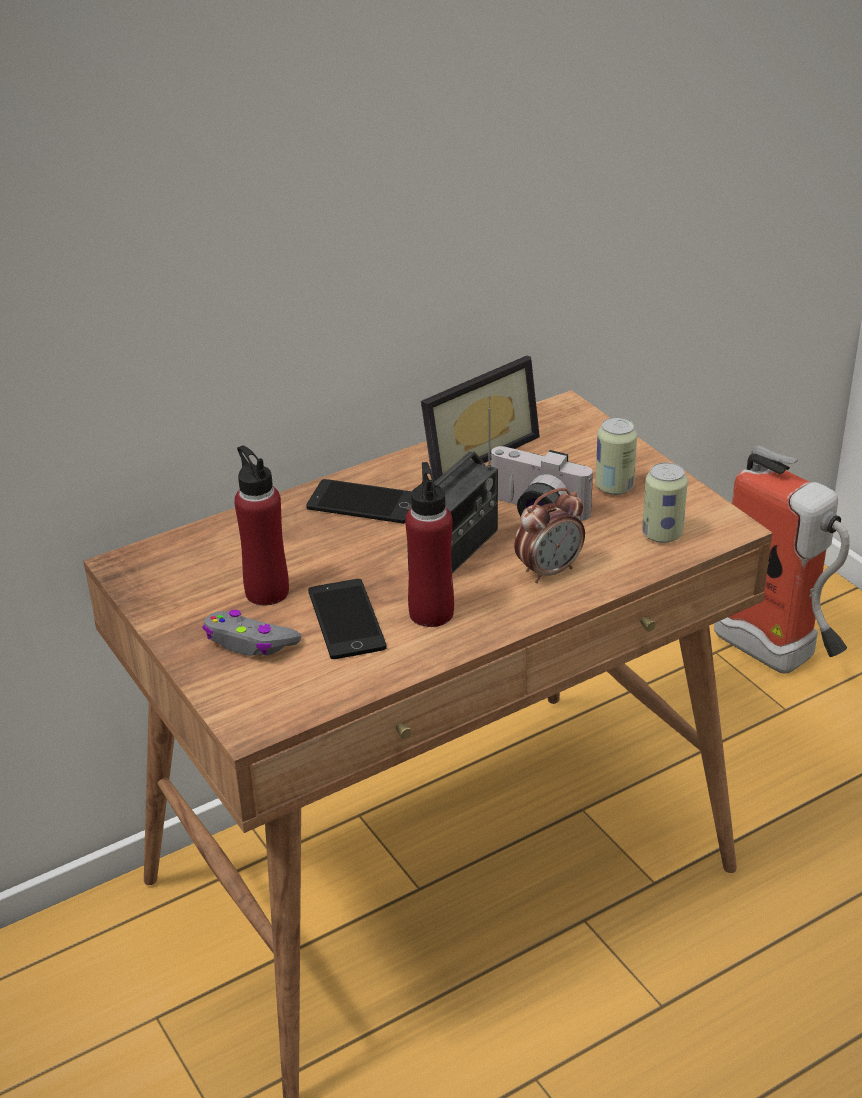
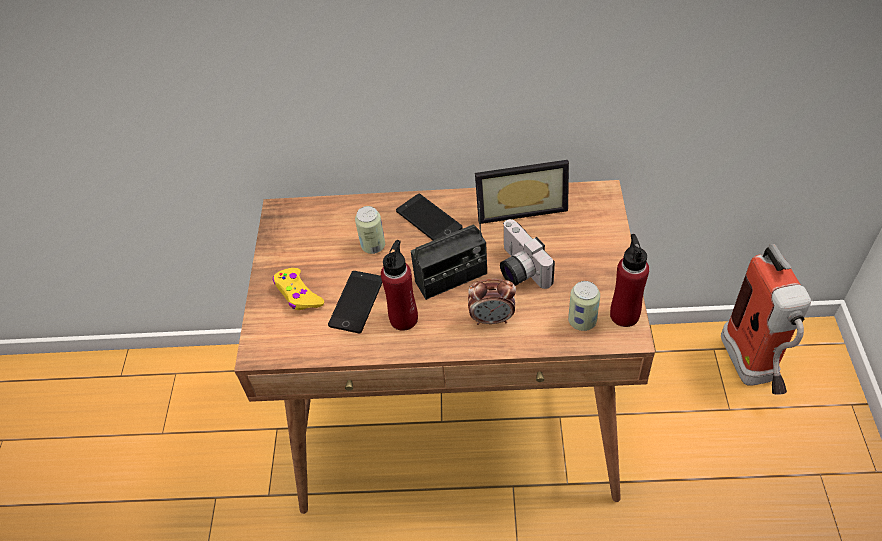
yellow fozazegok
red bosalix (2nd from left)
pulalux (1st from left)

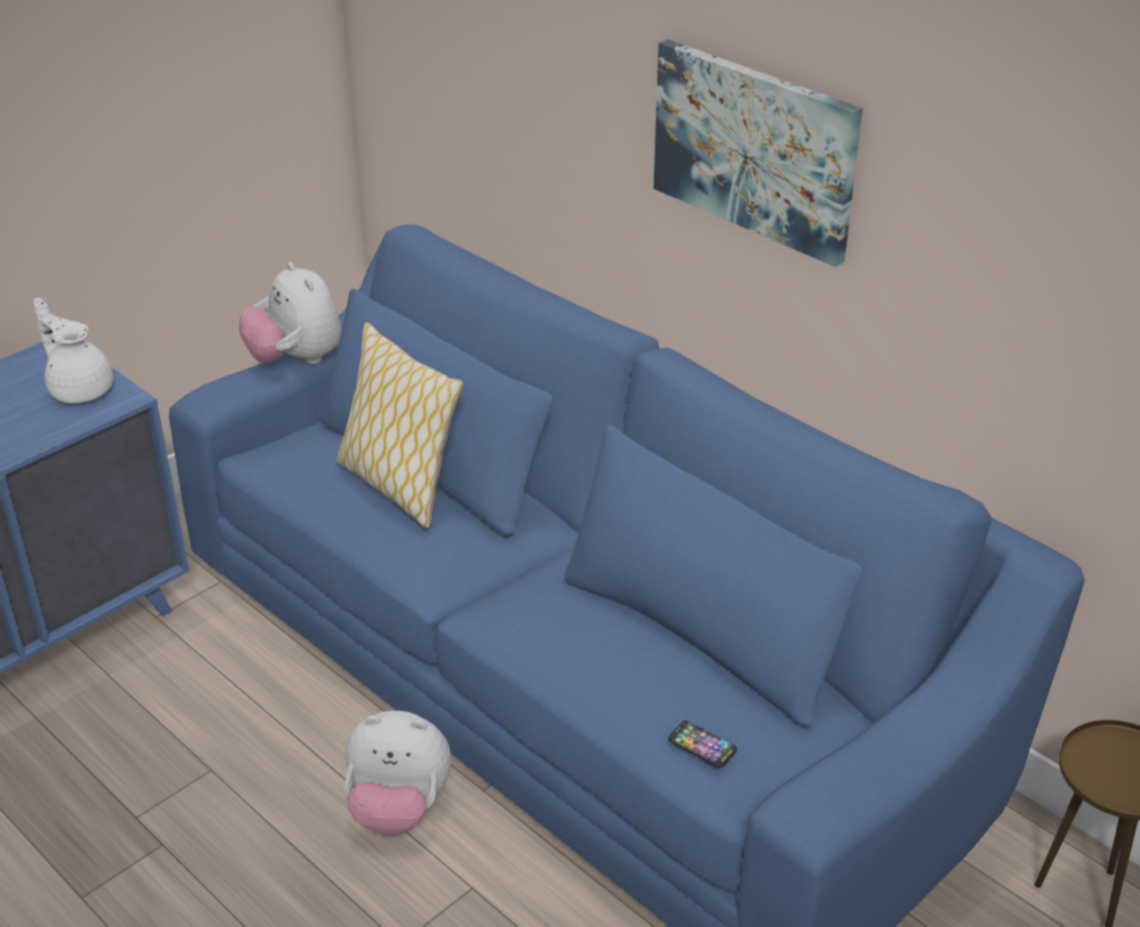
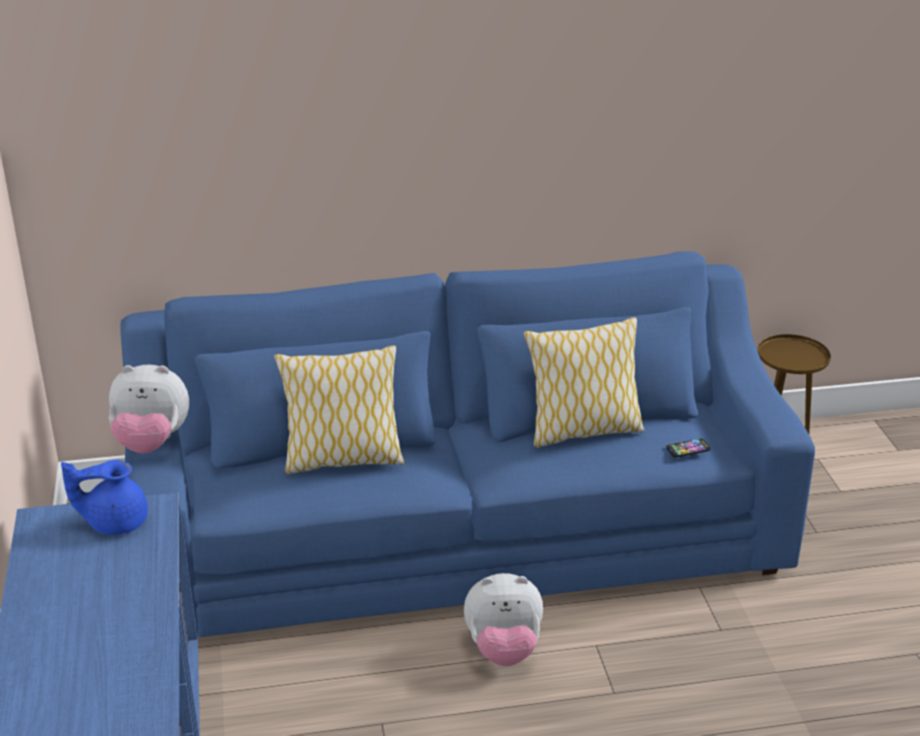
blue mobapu
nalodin (2nd from left)
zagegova
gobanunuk (2nd from left)

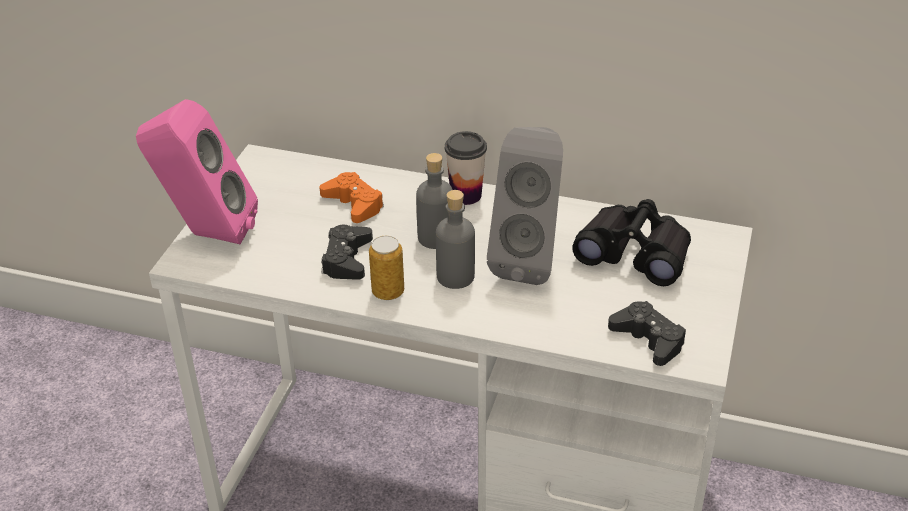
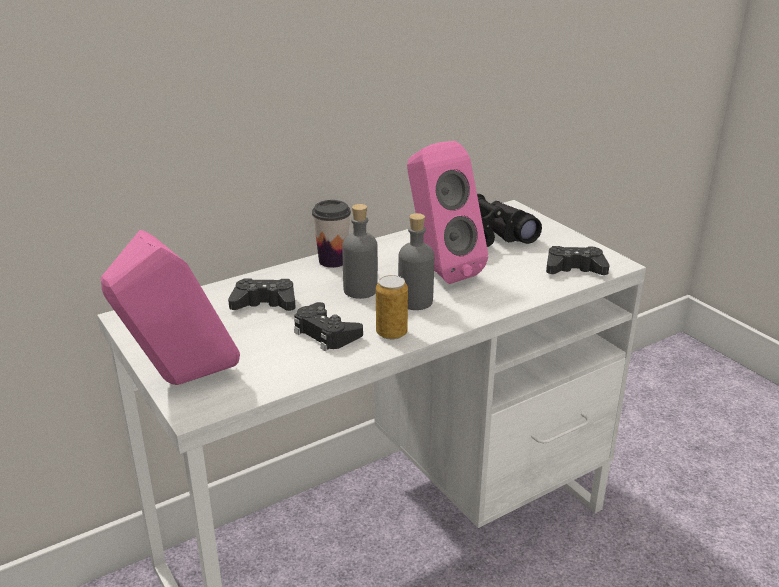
black fozazegok (1st from left)
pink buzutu (2nd from left)

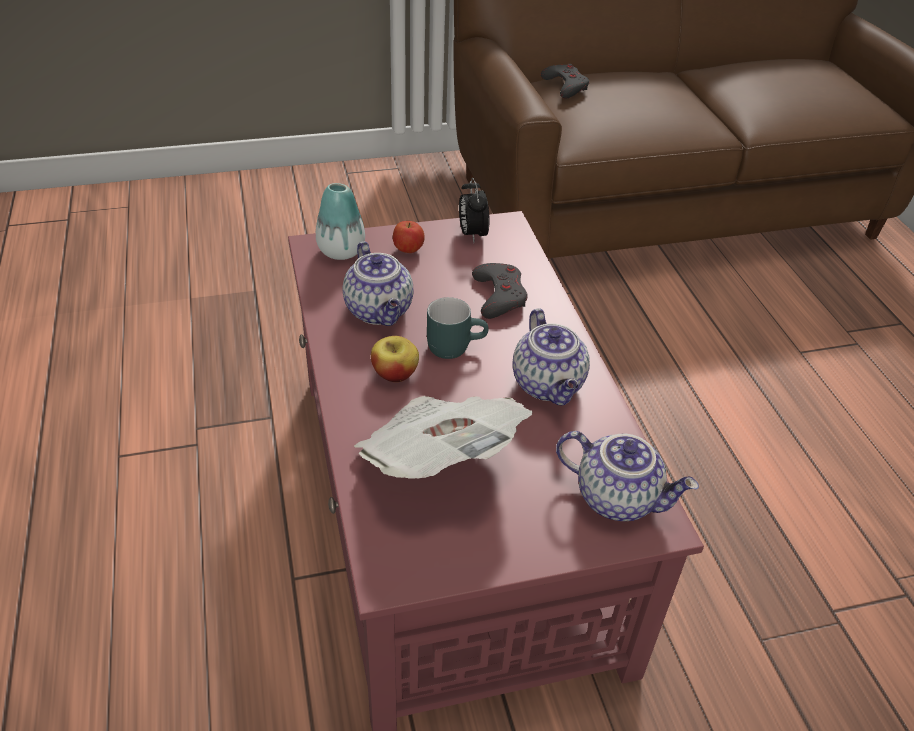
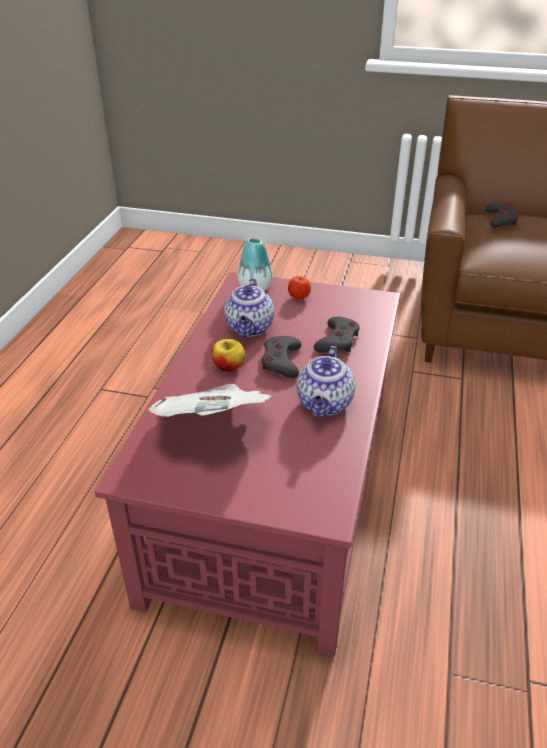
grey fozazegok (1st from left)
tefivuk
mobapu (3rd from left in the first image)

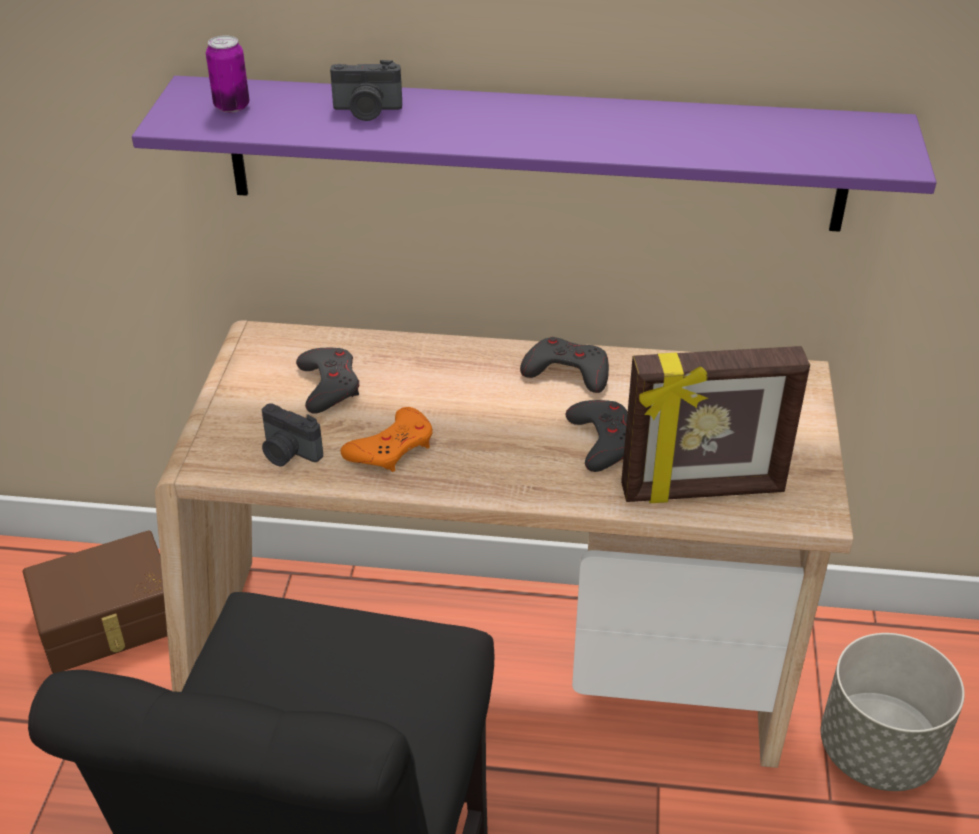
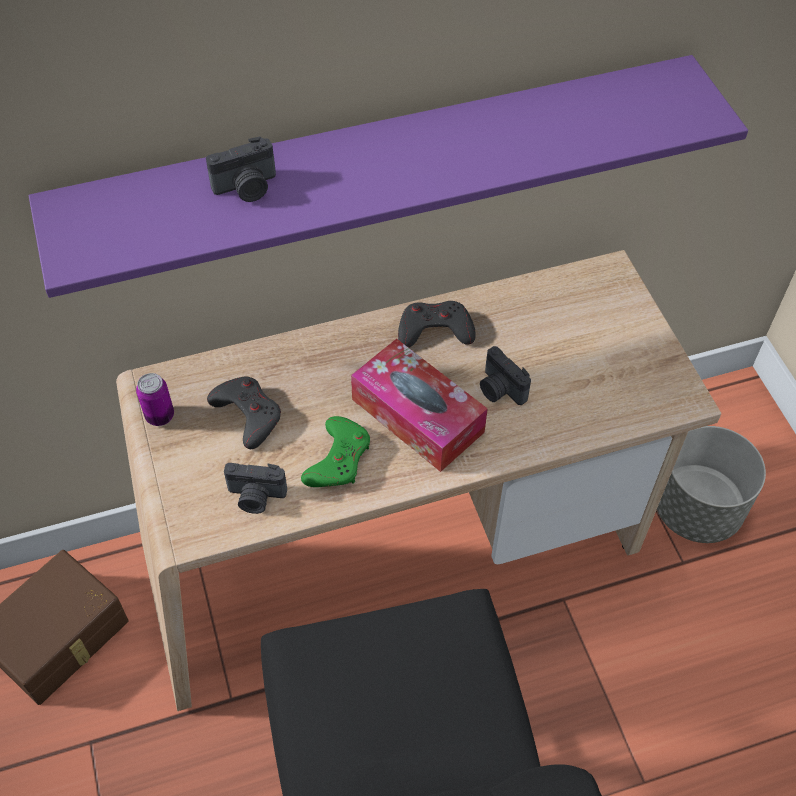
pulalux
green fozazegok
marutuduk (3rd from left)
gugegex
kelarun

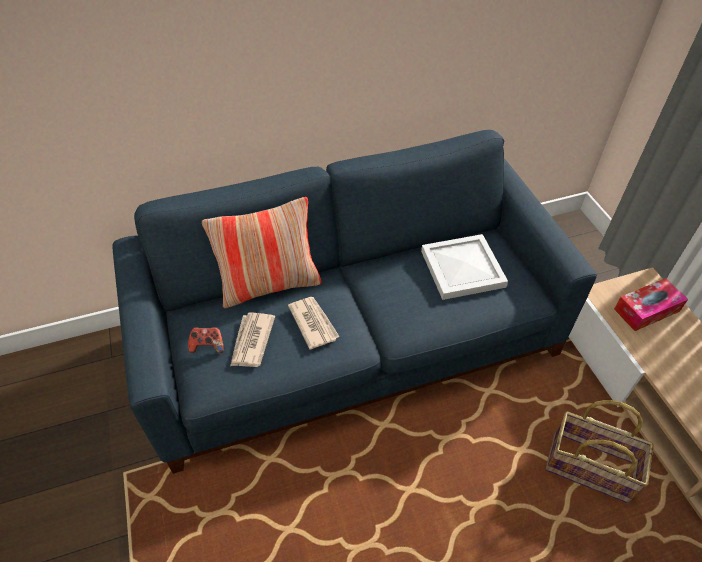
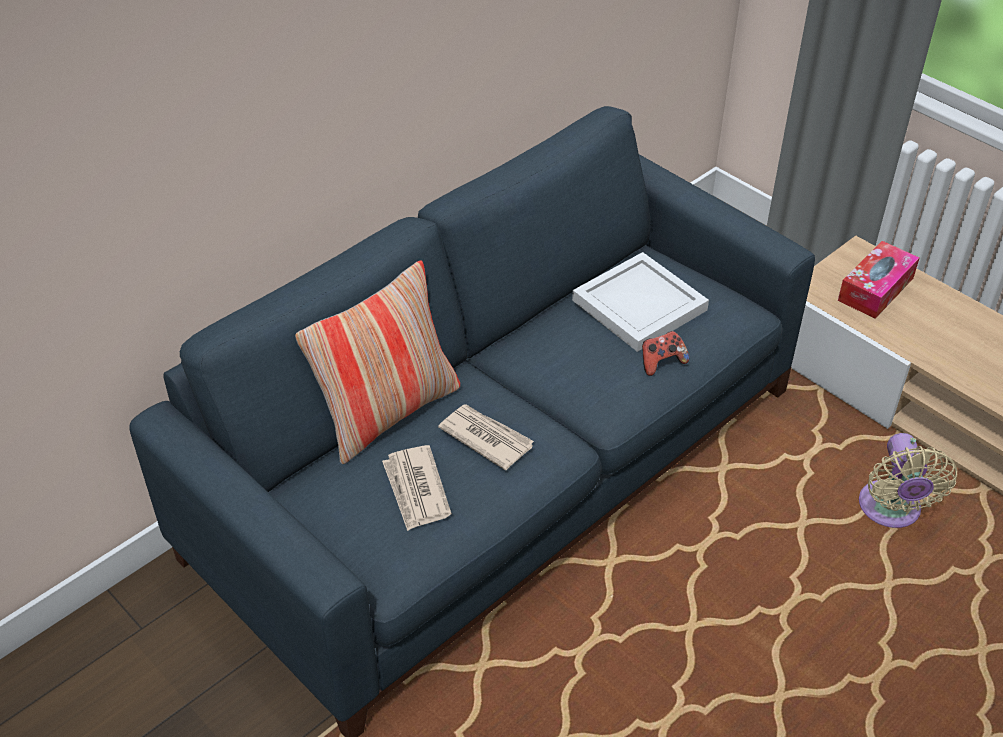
fozazegok
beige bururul

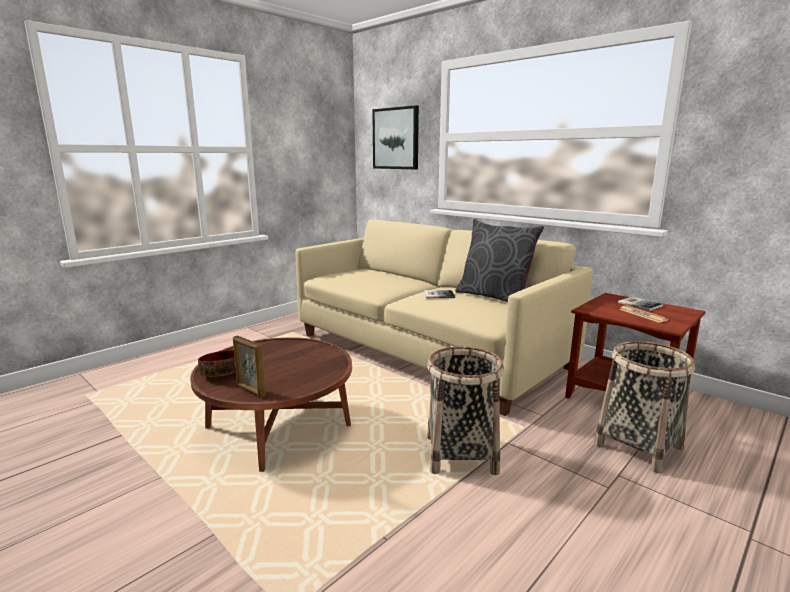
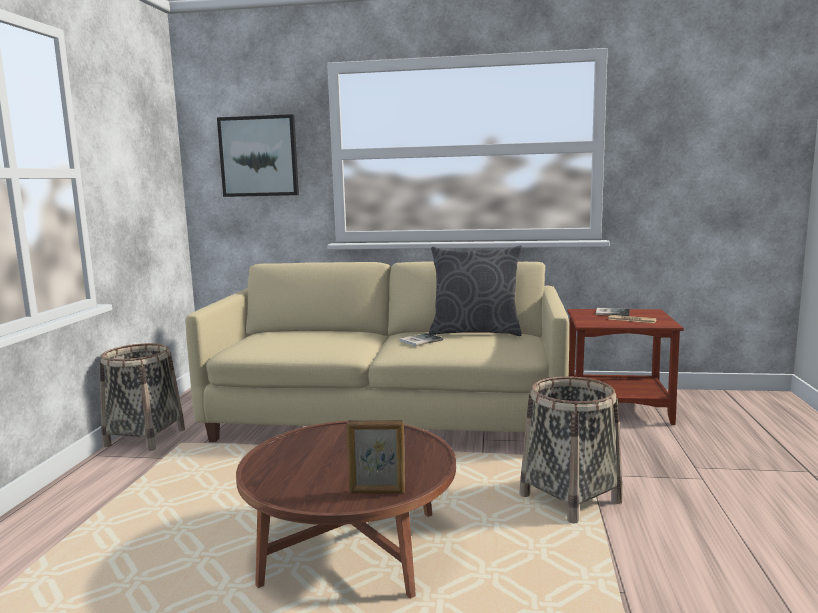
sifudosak
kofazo (1st from left)

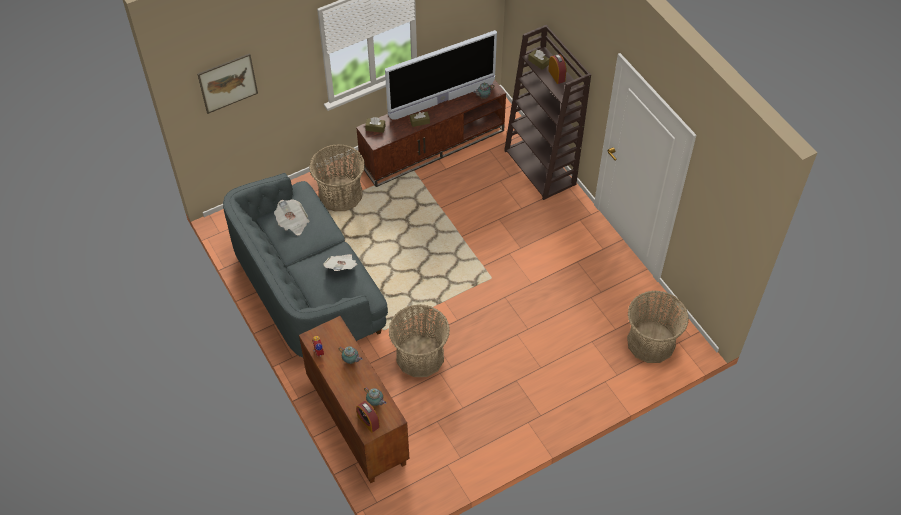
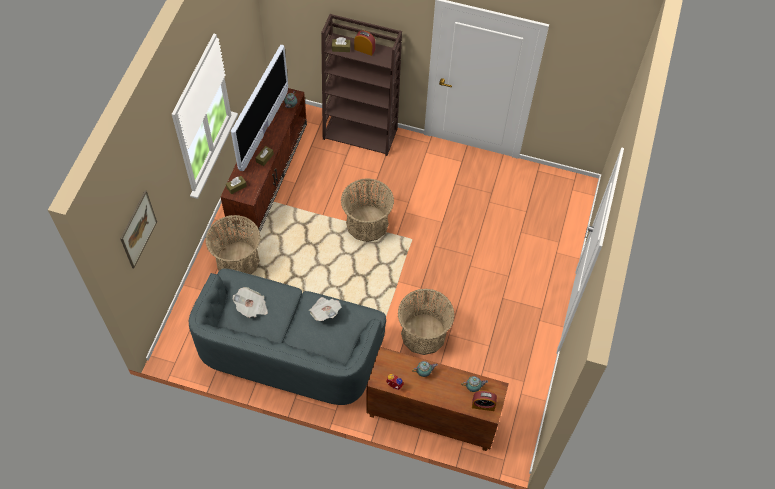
kofazo (2nd from left)

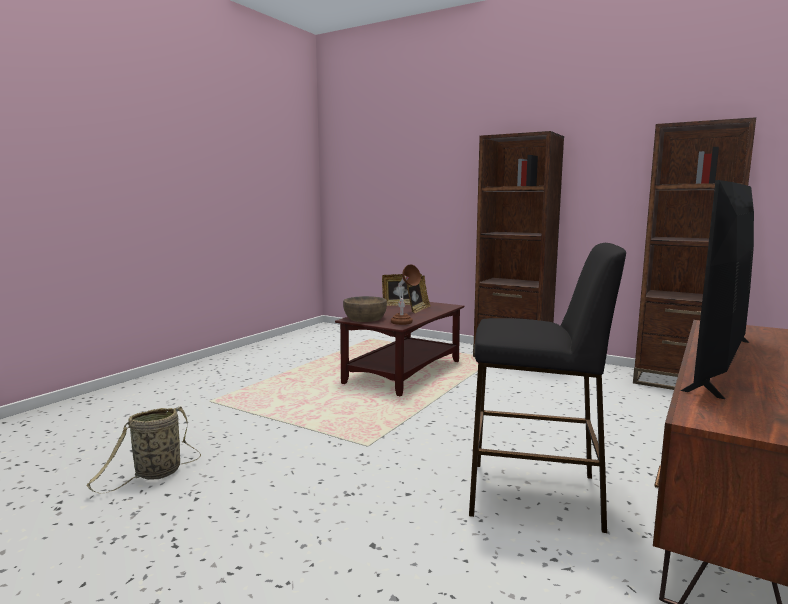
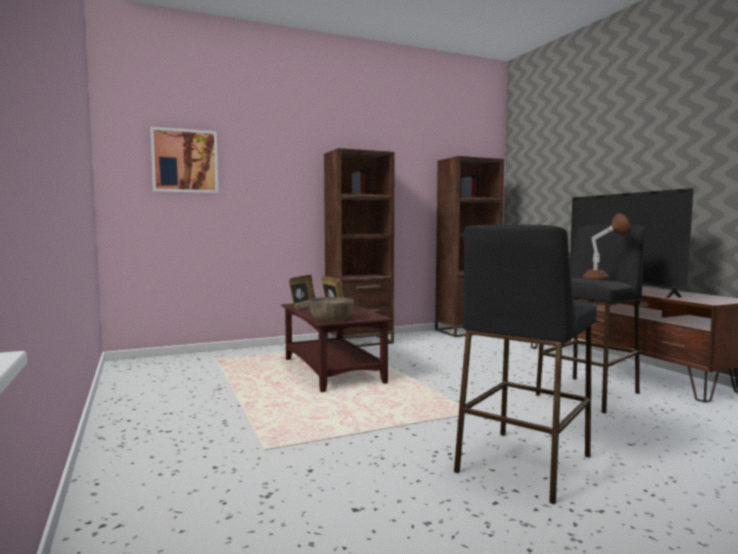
kofazo
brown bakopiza
zagegova
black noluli (1st from left)

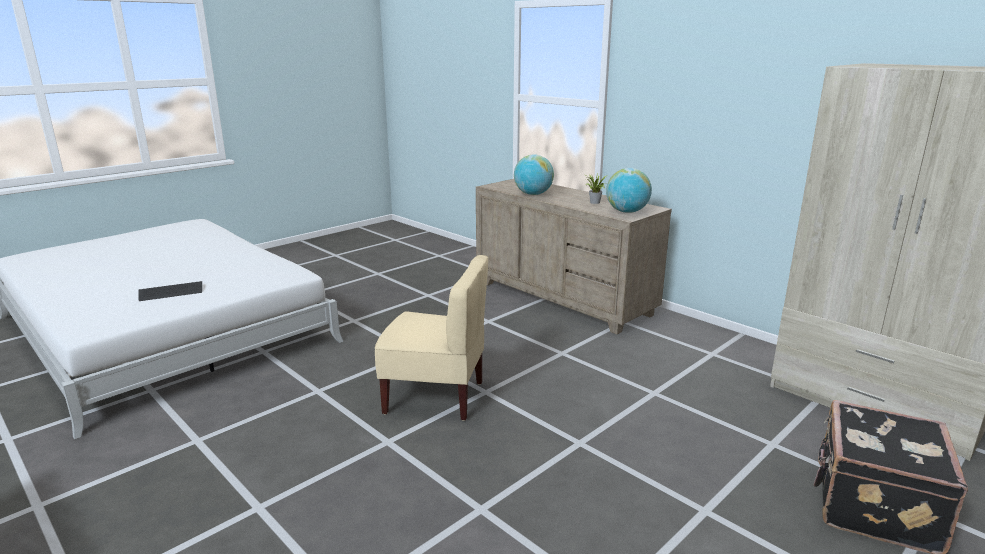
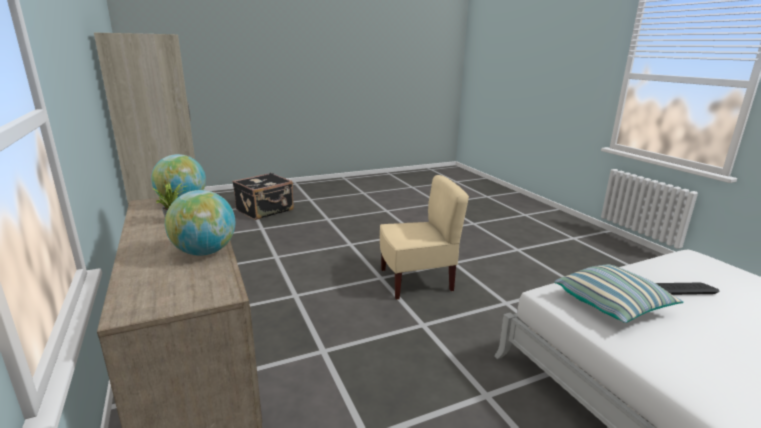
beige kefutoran
gobanunuk

